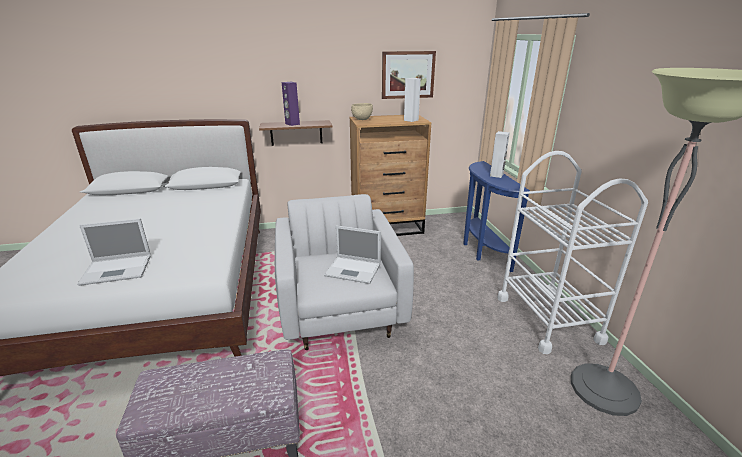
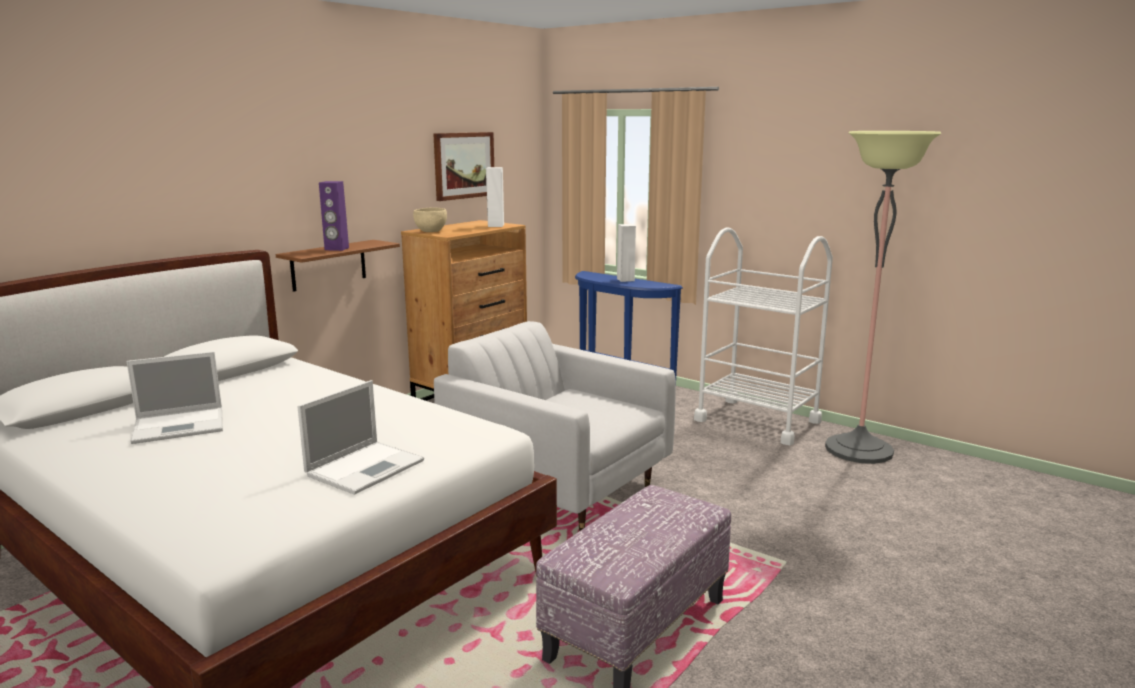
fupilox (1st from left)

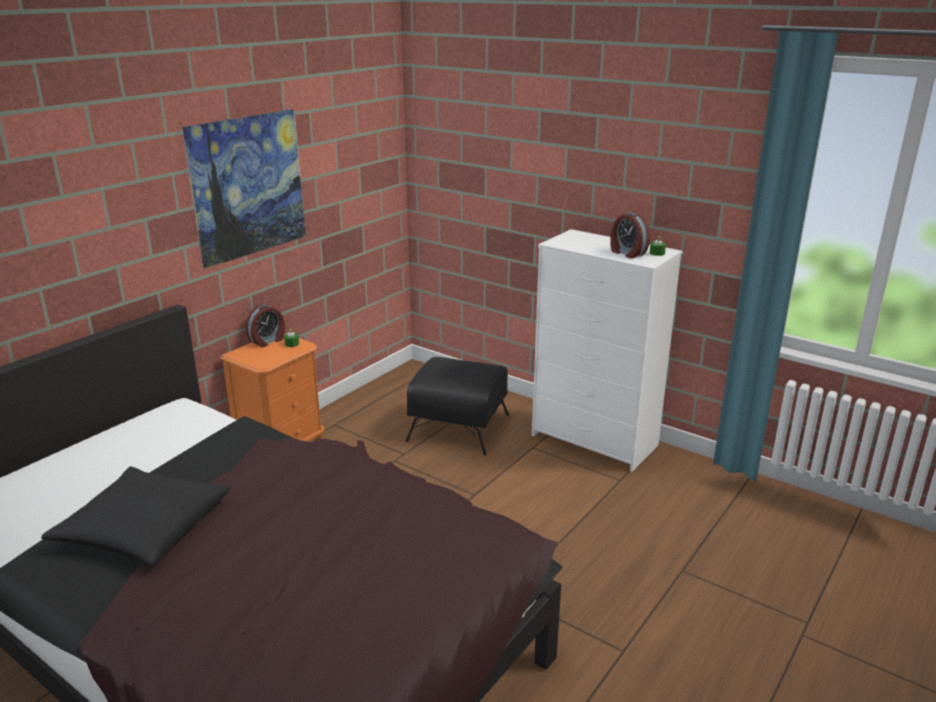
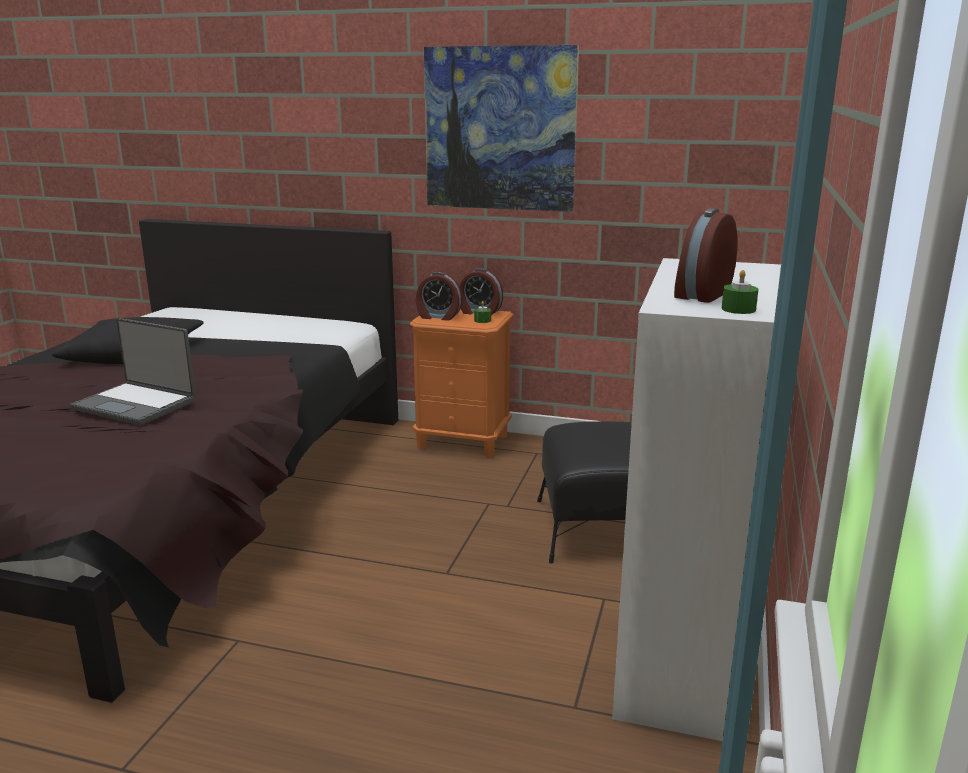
fupilox
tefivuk (1st from left)

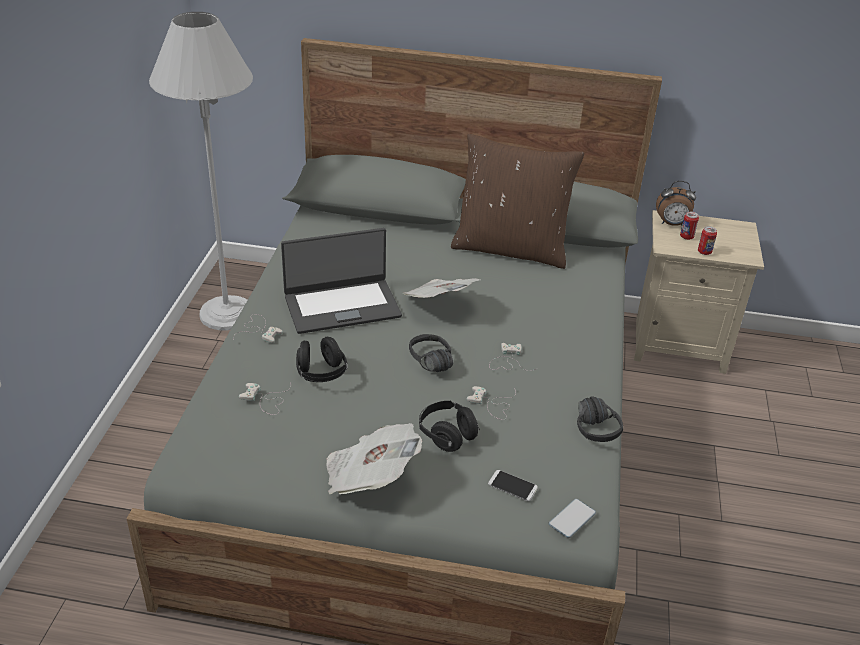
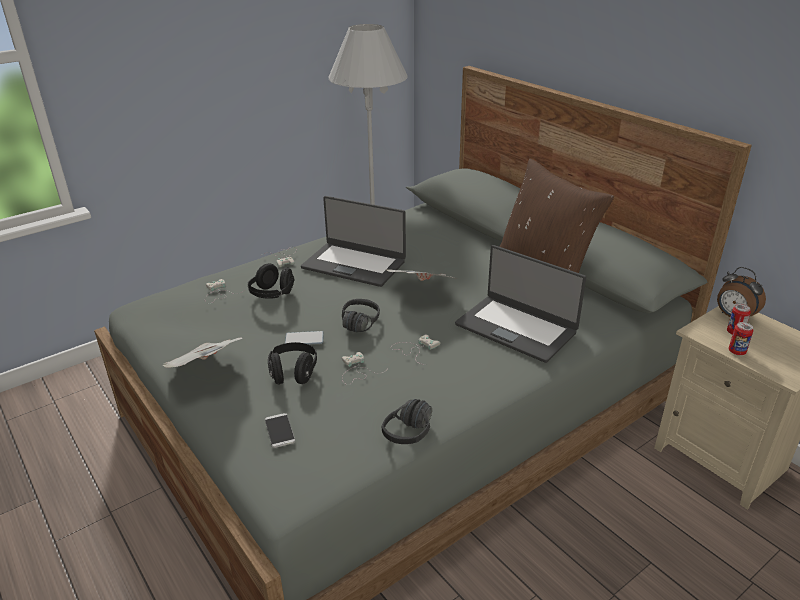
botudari (2nd from left)
fupilox (2nd from left)

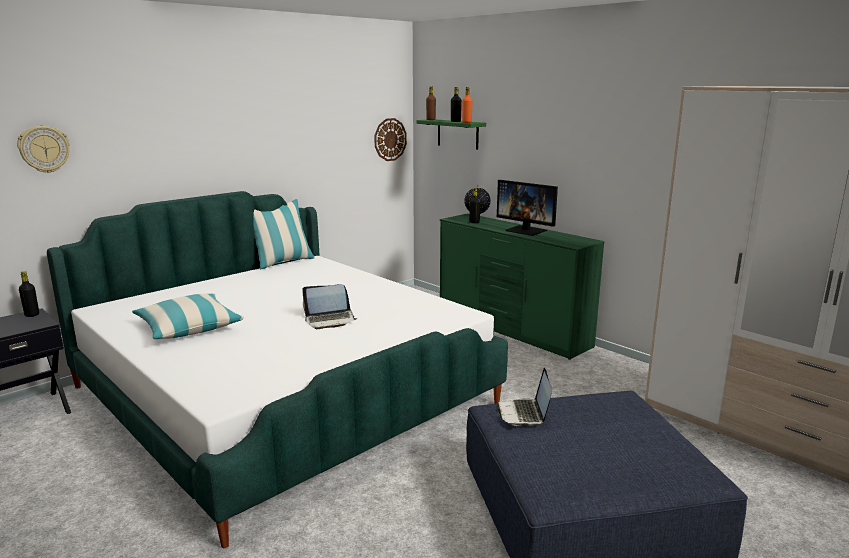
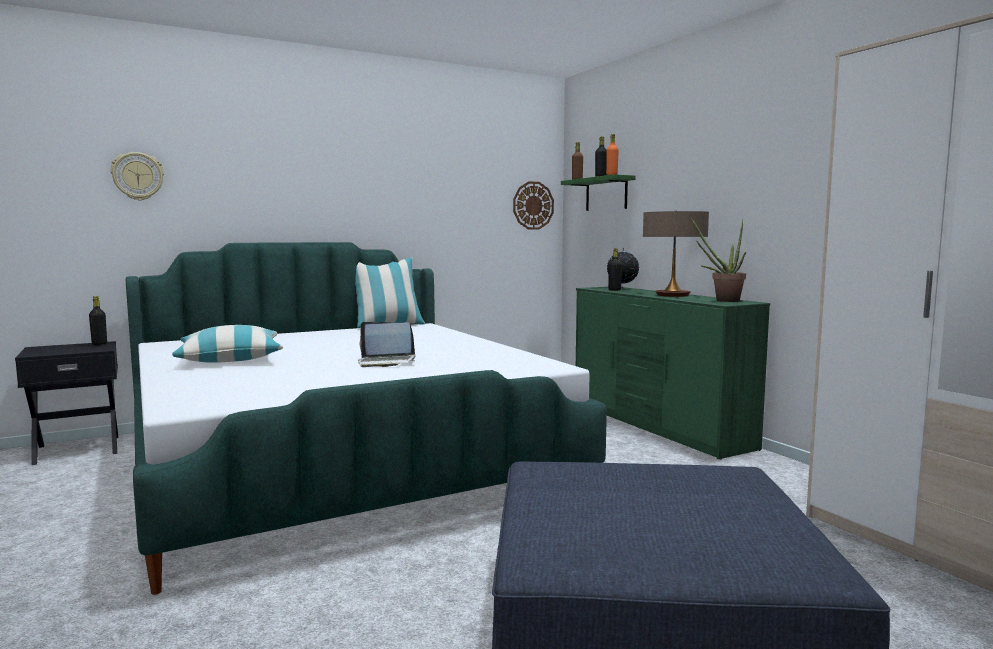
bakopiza
fupilox (2nd from left in the first image)
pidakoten

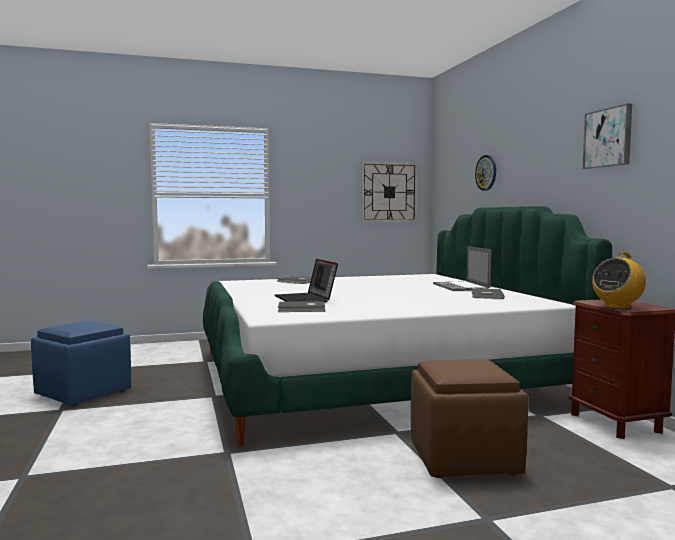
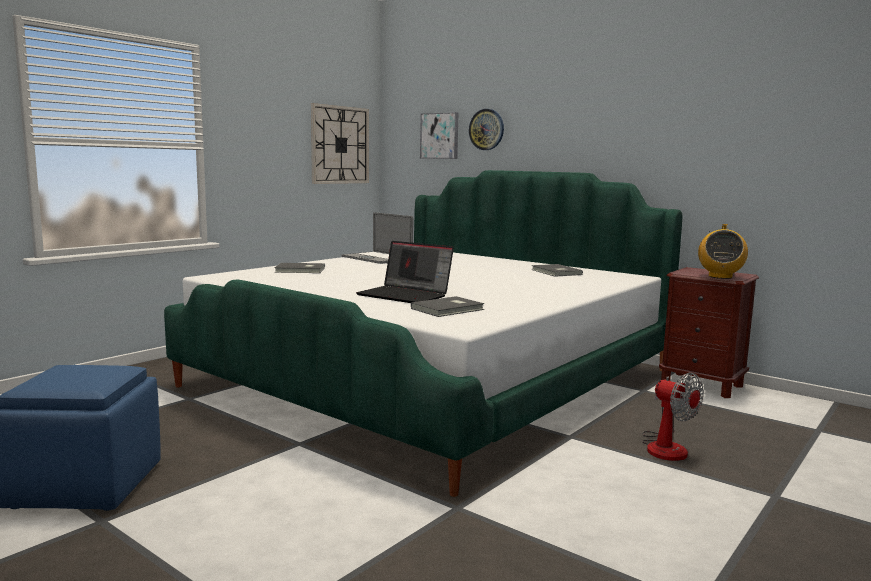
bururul
fupilox (1st from left)
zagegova

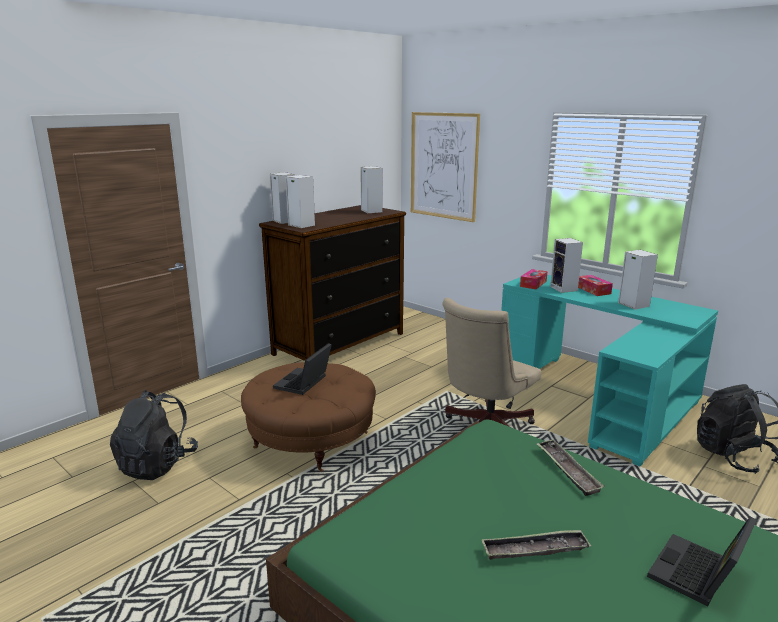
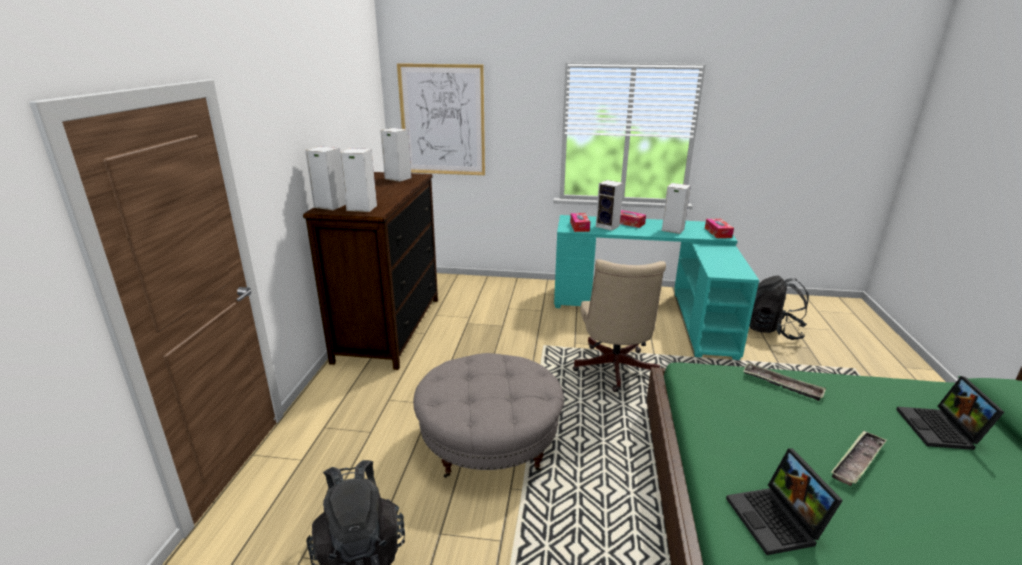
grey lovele
fupilox (1st from left)
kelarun (3rd from left)

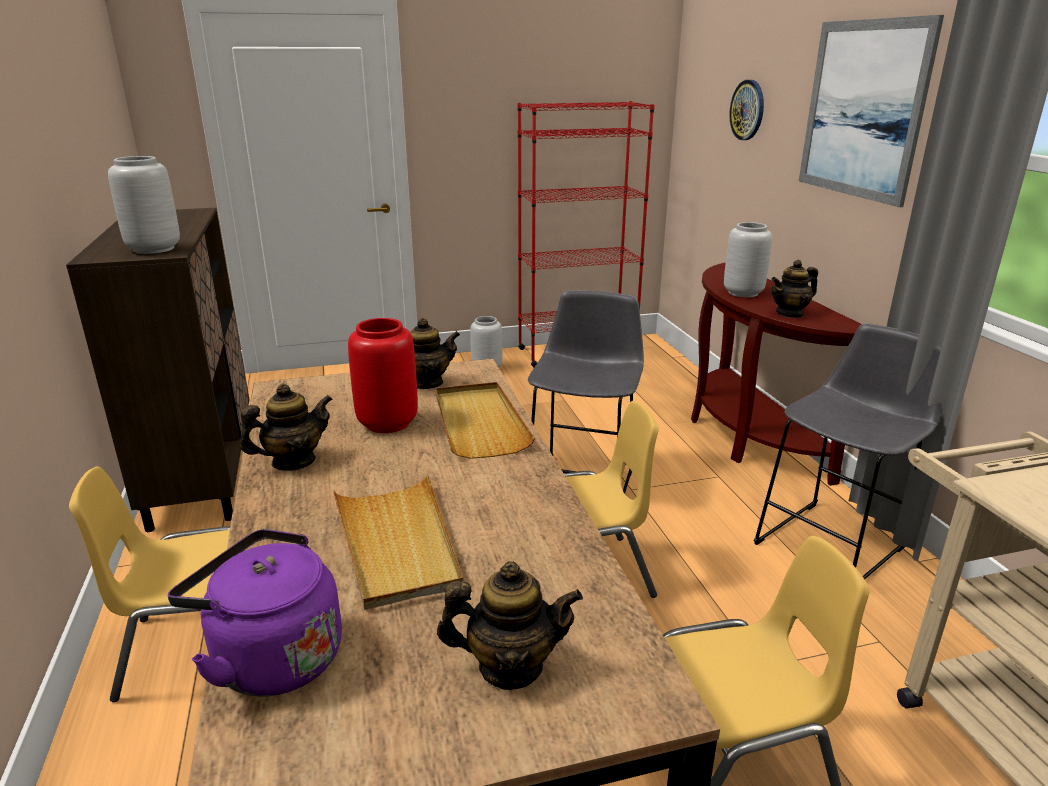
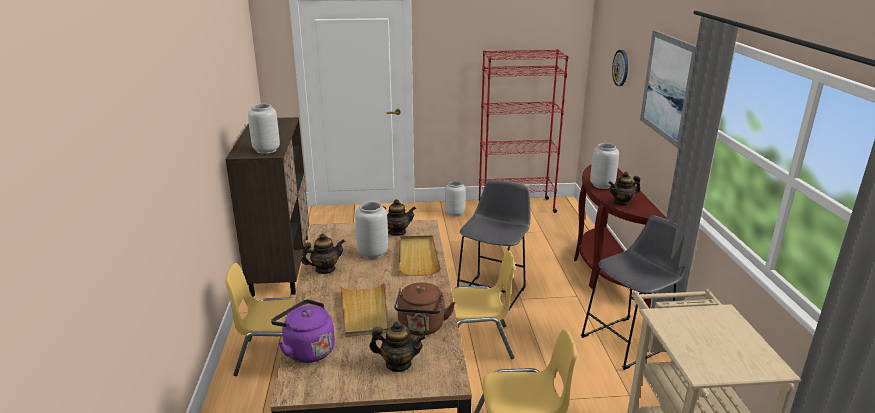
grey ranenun (2nd from left)
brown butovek

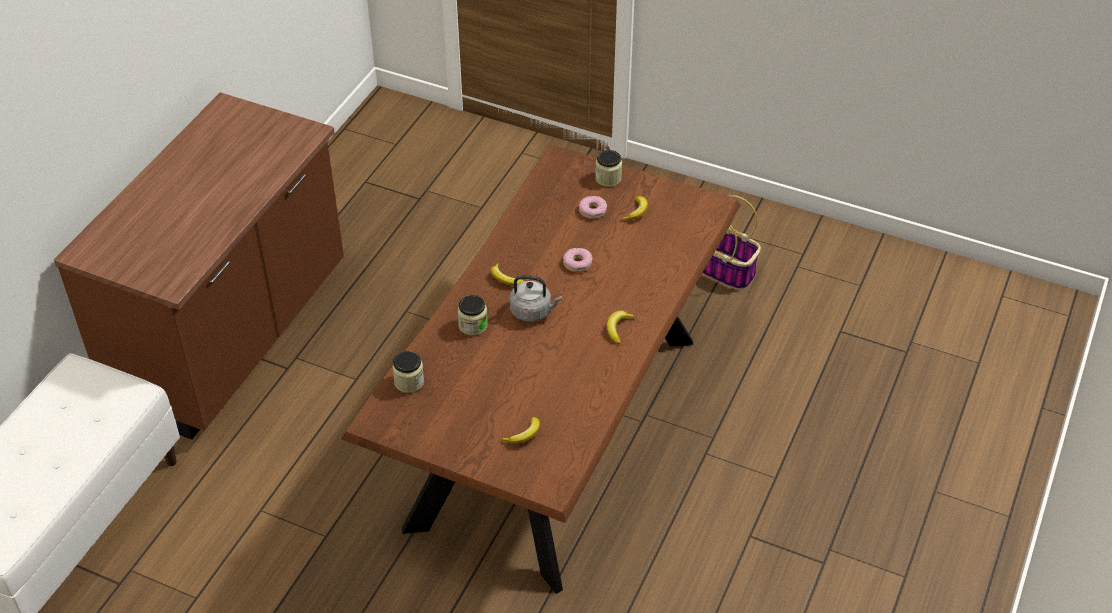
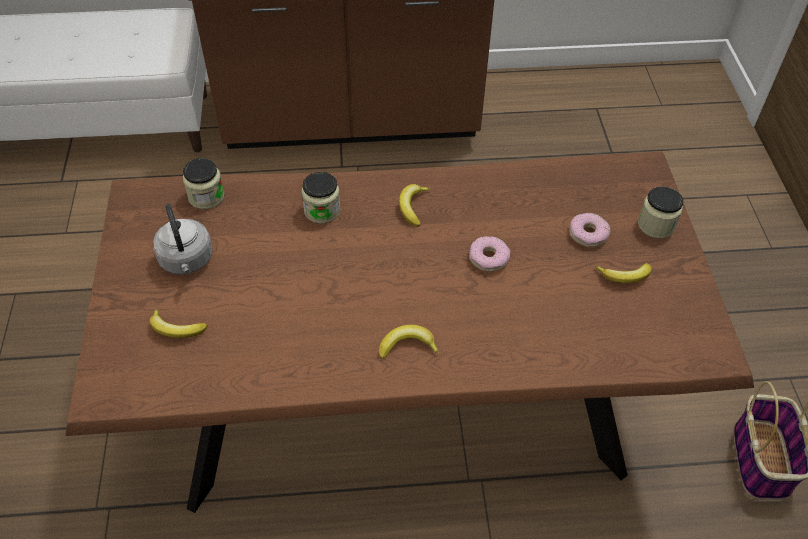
grey butovek

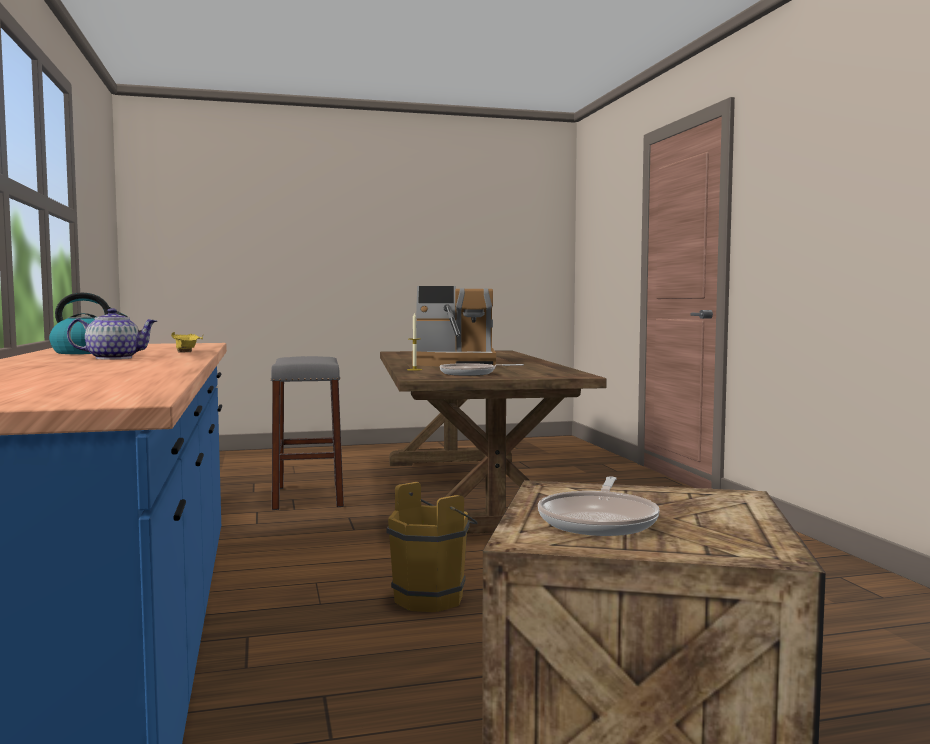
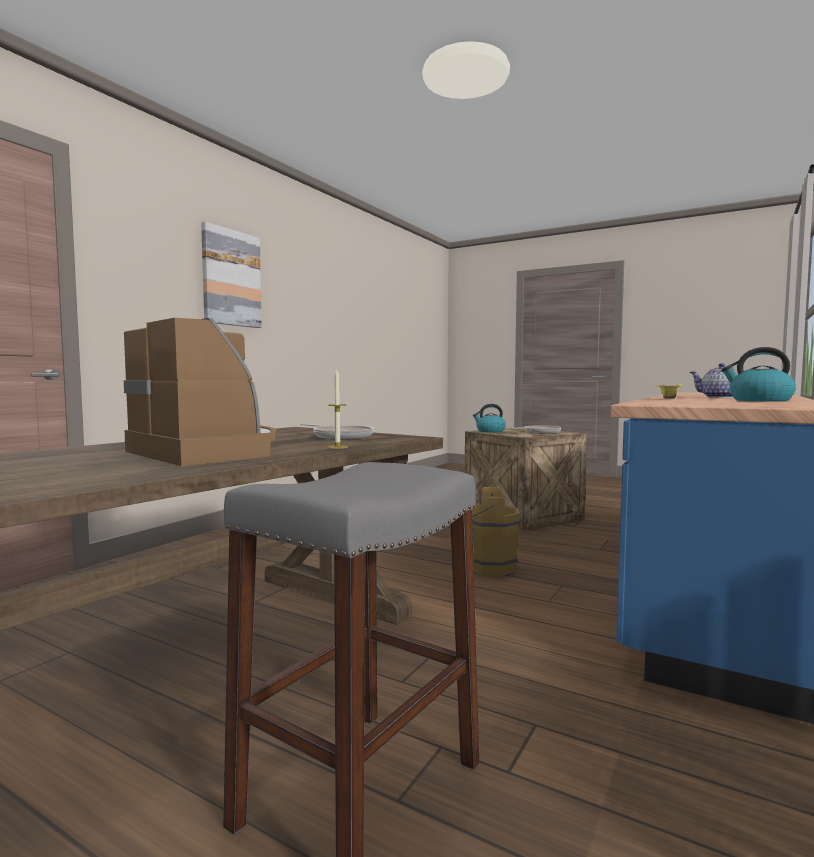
zagegova
butovek (1st from left)

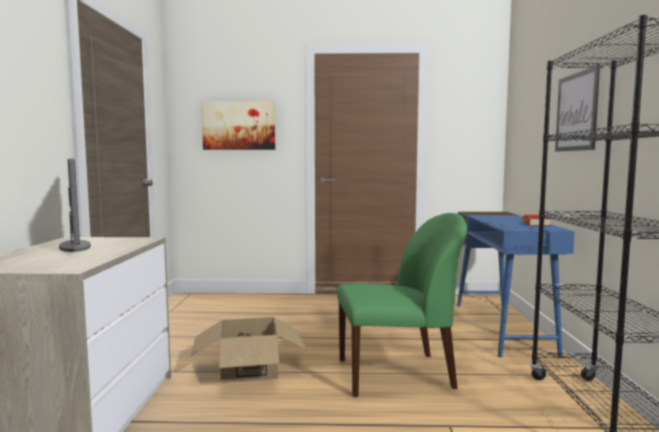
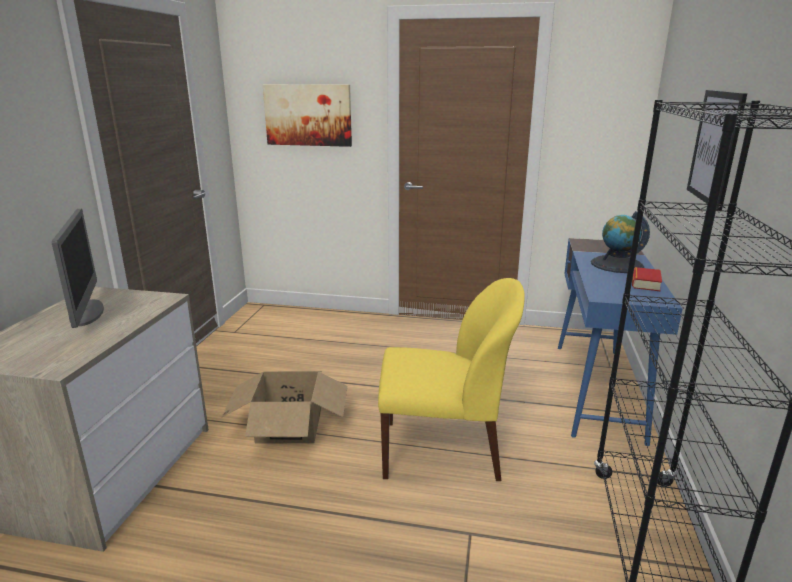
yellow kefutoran
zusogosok

